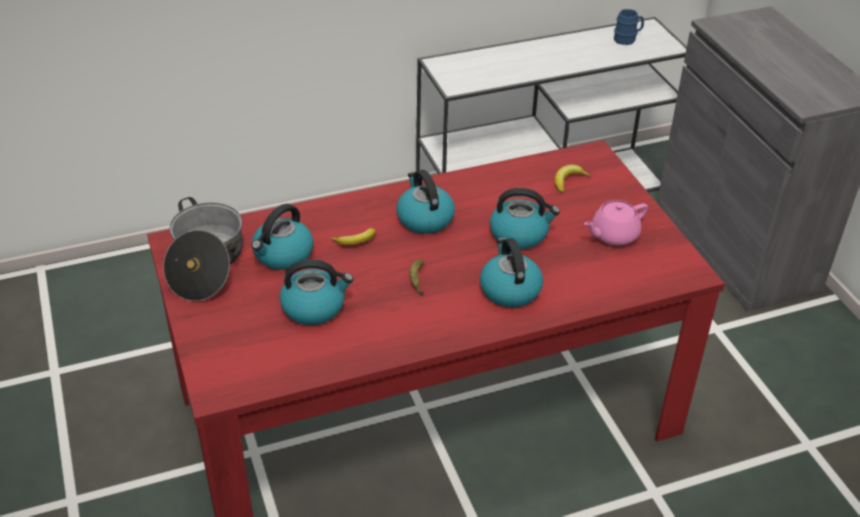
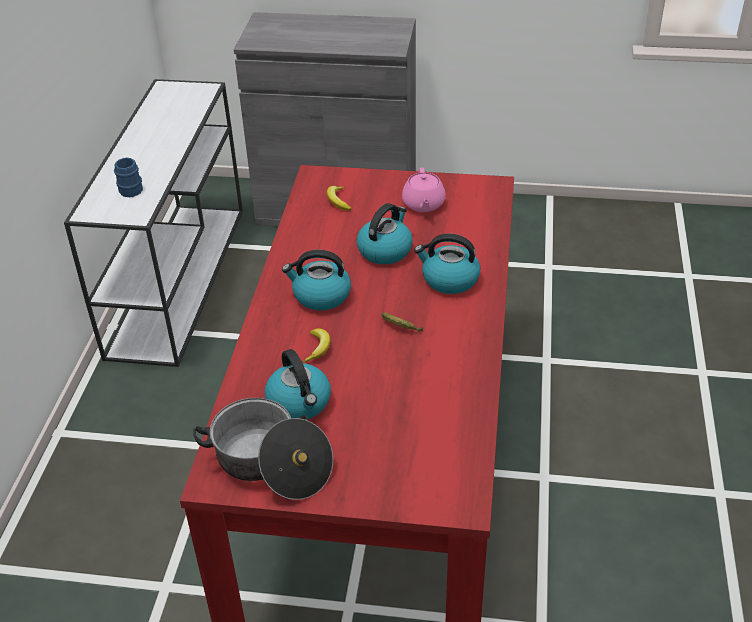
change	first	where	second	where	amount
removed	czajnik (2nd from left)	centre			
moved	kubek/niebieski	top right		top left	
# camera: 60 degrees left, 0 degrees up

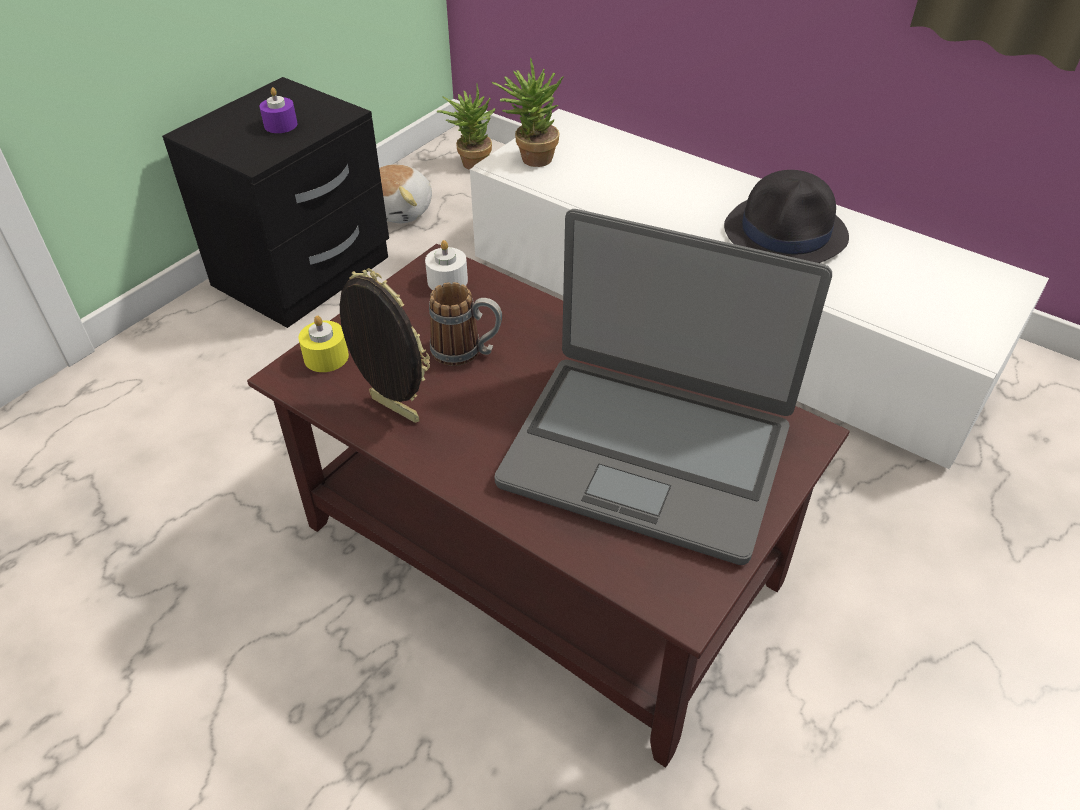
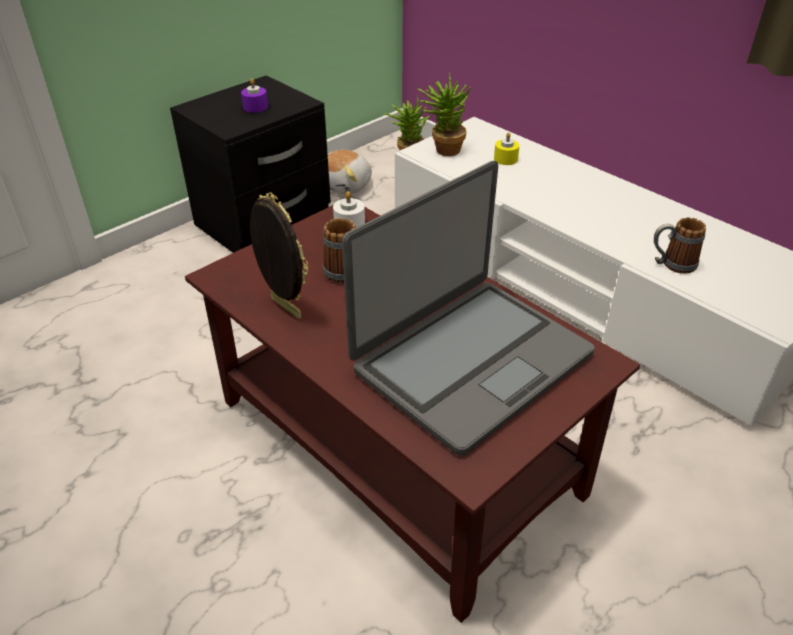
change	first	where	second	where	amount
moved	świeca/żółty	middle left		top centre	
turned	laptop	centre		centre	75 degrees counterclockwise
removed	kapelusz/czarny	top right			
added			kubek (2nd from left)	middle right	
# camera: 10 degrees right, 5 degrees down

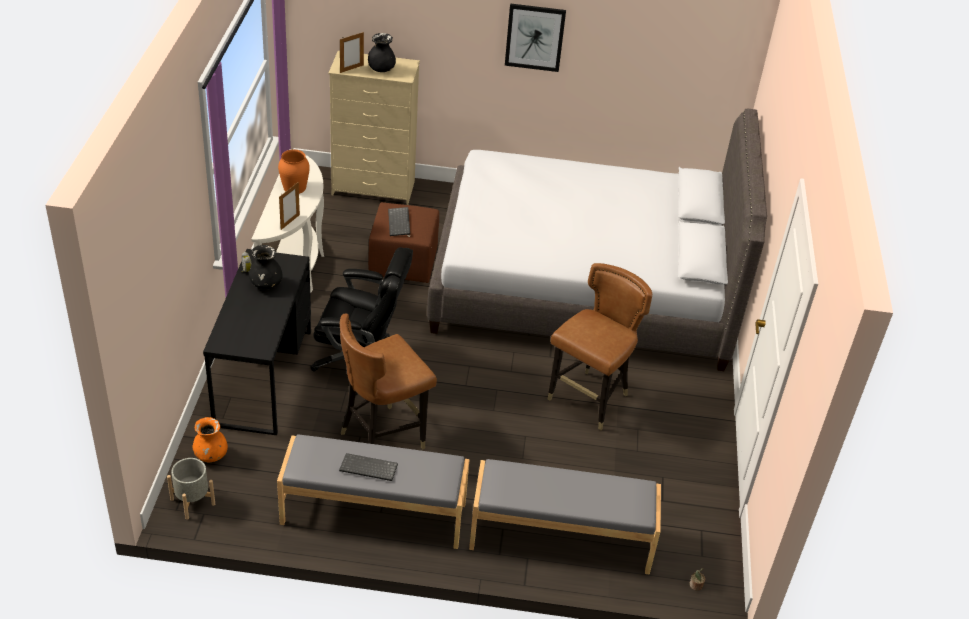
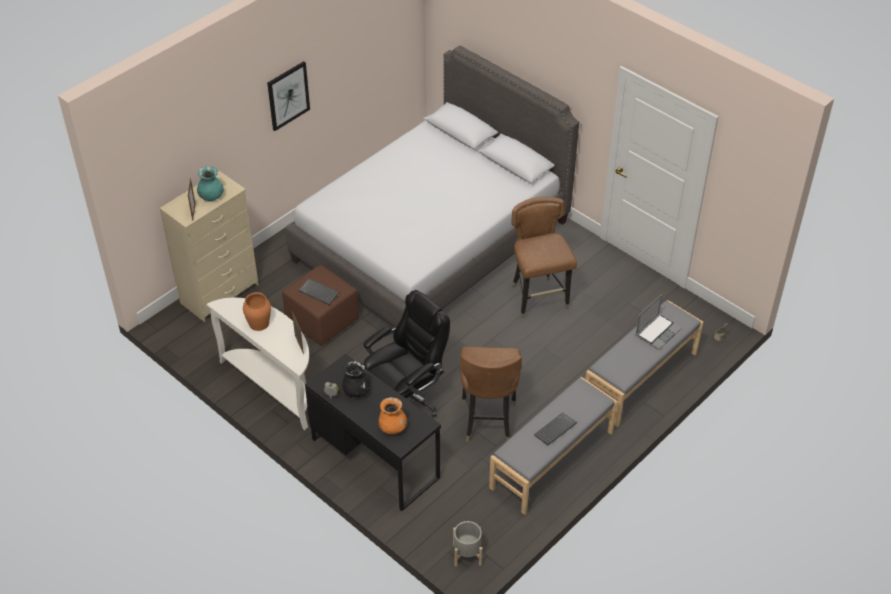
change	first	where	second	where	amount
moved	wazon/pomarańczowy (1st from left in the first image)	bottom left	wazon/pomarańczowy (2nd from left)	bottom centre	
recoloured	wazon/czarny (2nd from left)	top centre	wazon/turkusowy	top left	
added			laptop	middle right	
# camera: 50 degrees left, 5 degrees up

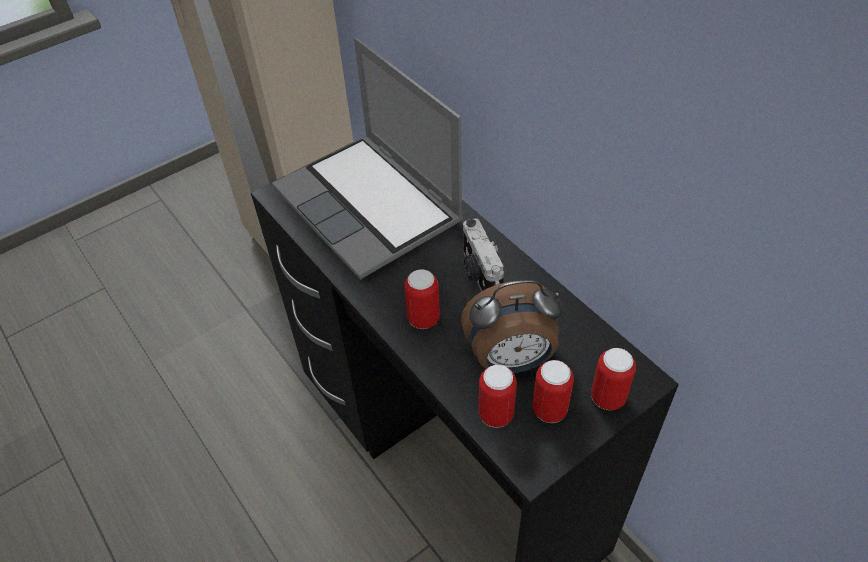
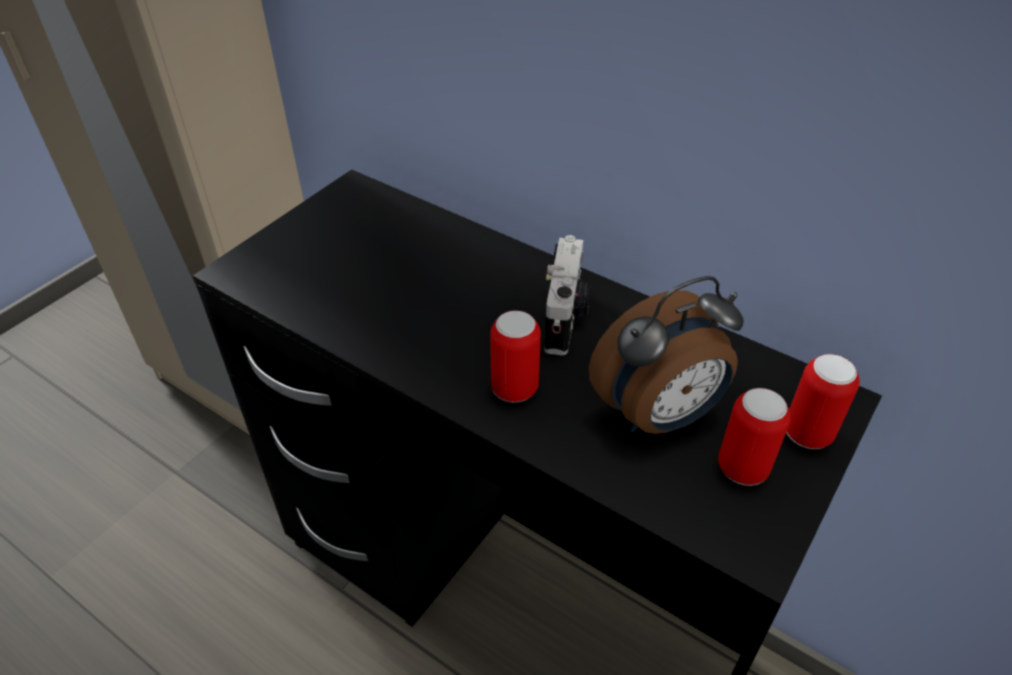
change	first	where	second	where	amount
removed	laptop	top centre			
turned	aparat fotograficzny	centre		centre	135 degrees counterclockwise
removed	puszka (2nd from left)	bottom centre			
# camera: 20 degrees left, 5 degrees down

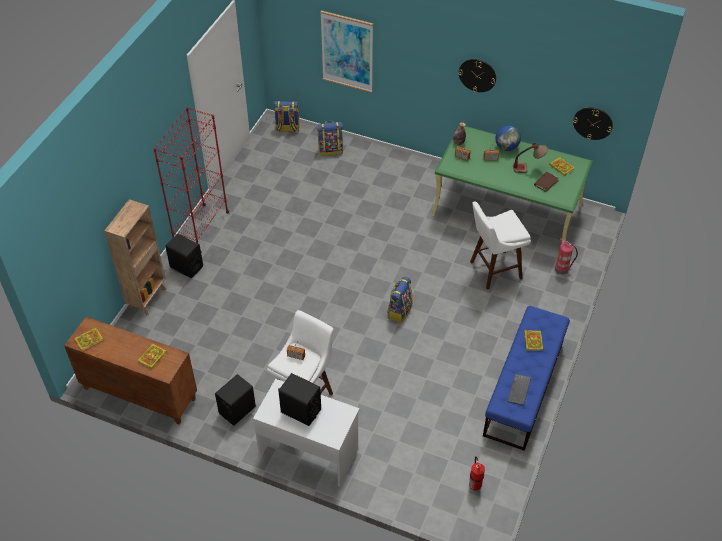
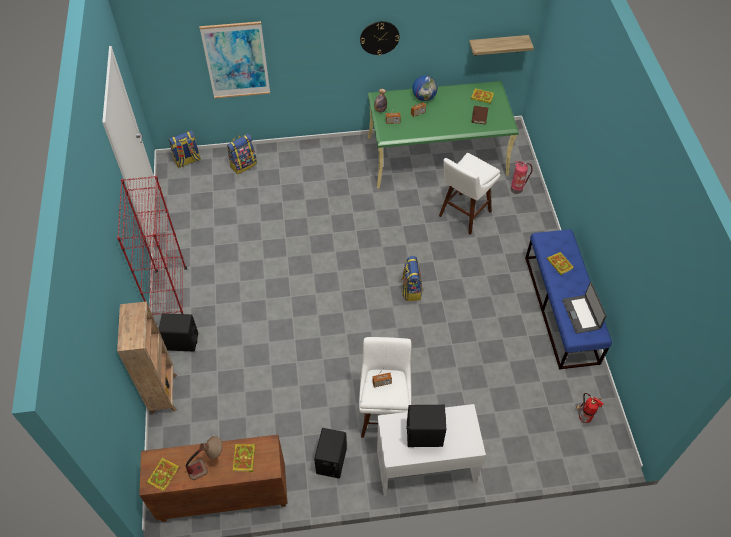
change	first	where	second	where	amount
replaced	klawiatura	bottom right	laptop	middle right	
moved	lampa stołowa	top right		bottom left	
replaced	zegar ścienny (2nd from left)	top right	półka	top right	
# camera: 30 degrees left, 5 degrees up

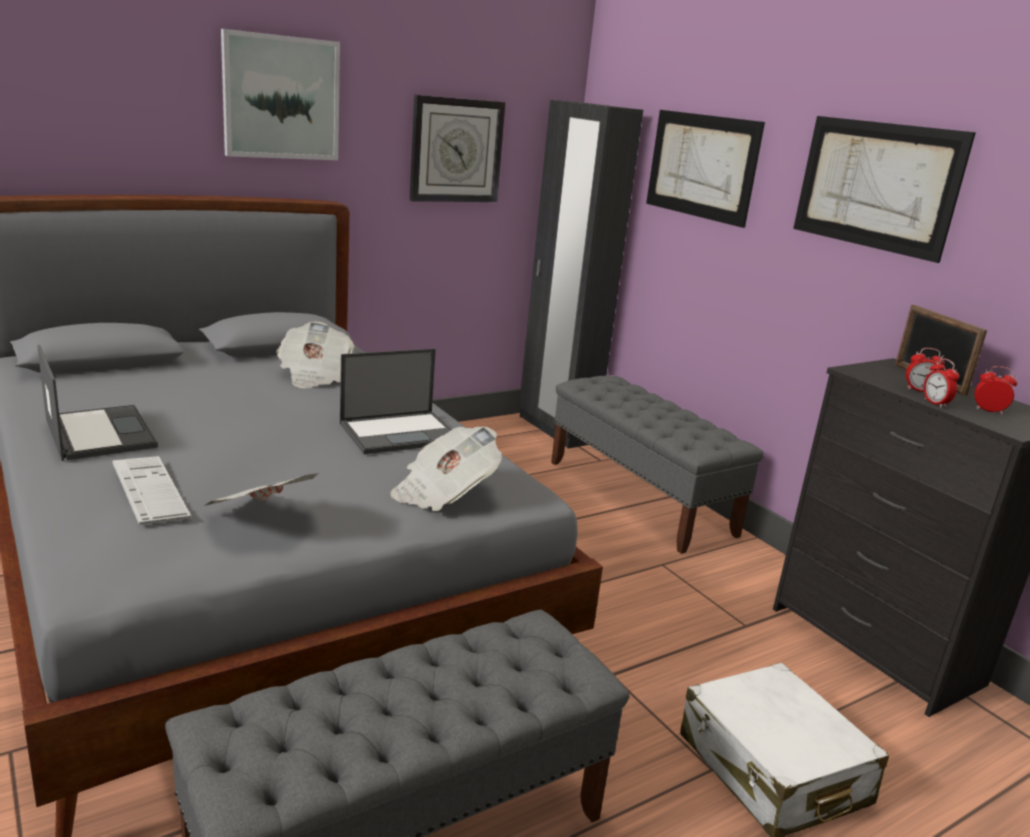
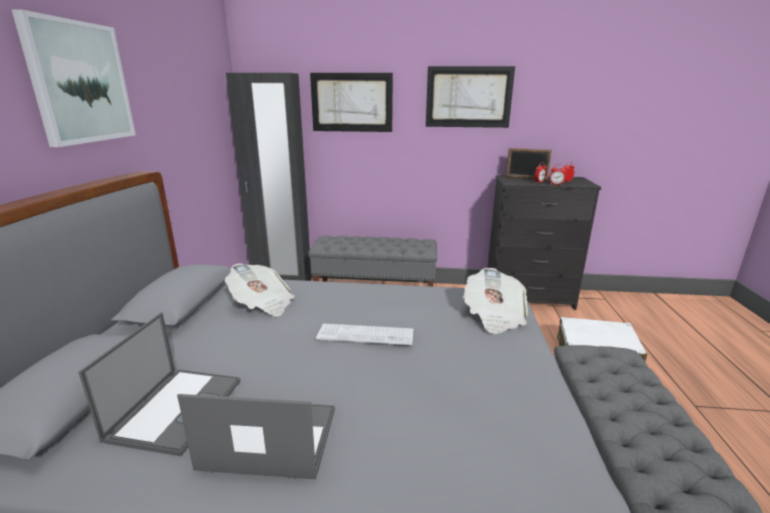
change	first	where	second	where	amount
moved	klawiatura	middle left		centre	
removed	gazeta (1st from left)	middle left			
moved	laptop (2nd from left in the first image)	centre	laptop (1st from left)	bottom left	
removed	zegar ścienny	top centre			
# camera: 50 degrees left, 0 degrees up

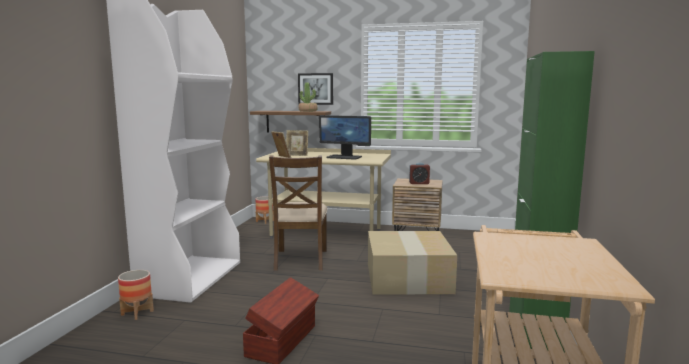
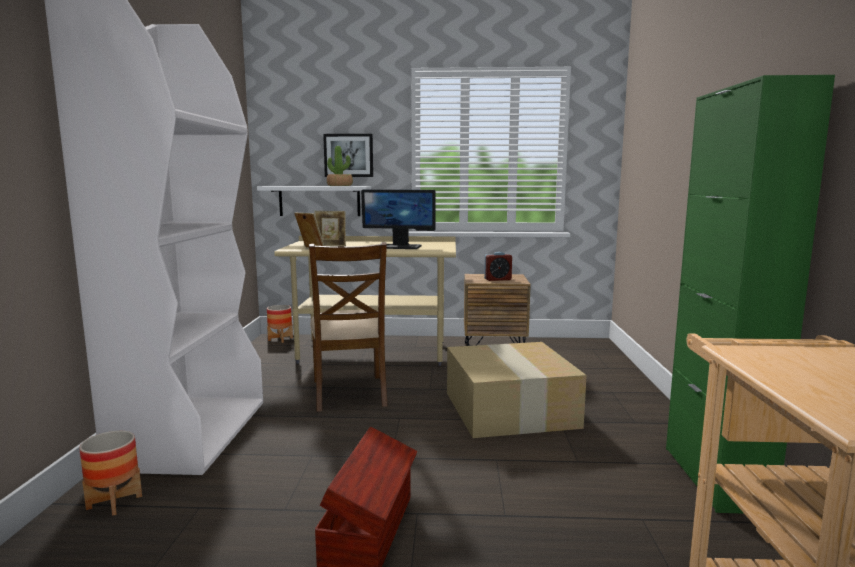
change	first	where	second	where	amount
recoloured	półka/brązowy	top centre	półka/biały	centre	
# camera: 10 degrees left, 0 degrees up

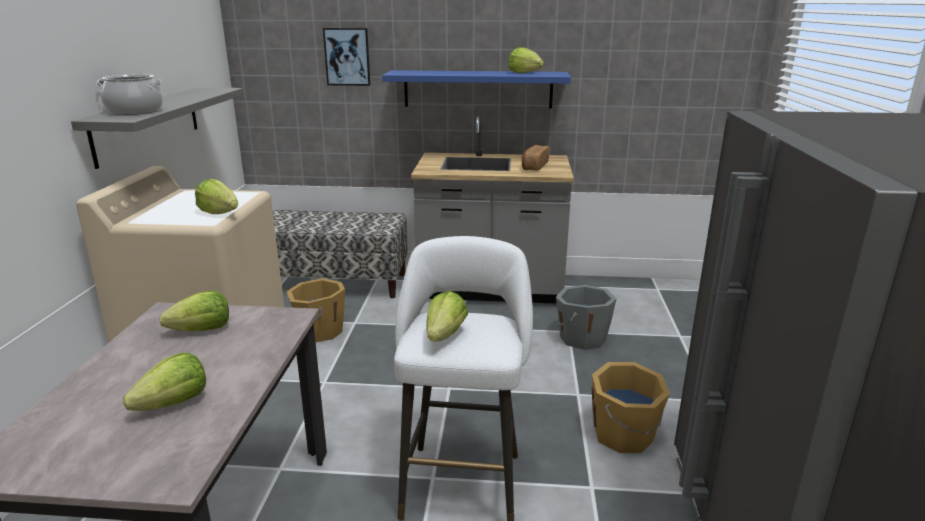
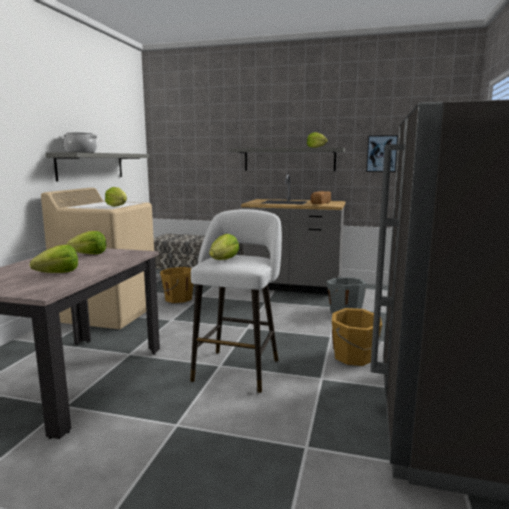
change	first	where	second	where	amount
moved	obraz	top centre		top right	
recoloured	półka/niebieski	top centre	półka/szary (2nd from left)	top centre	
# camera: 10 degrees right, 10 degrees down

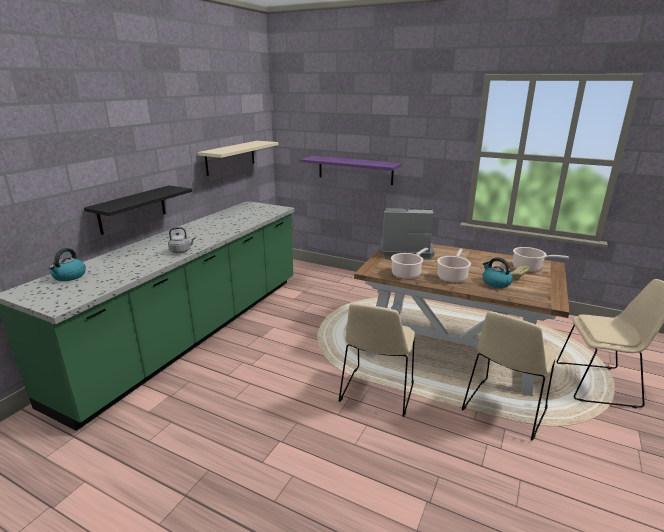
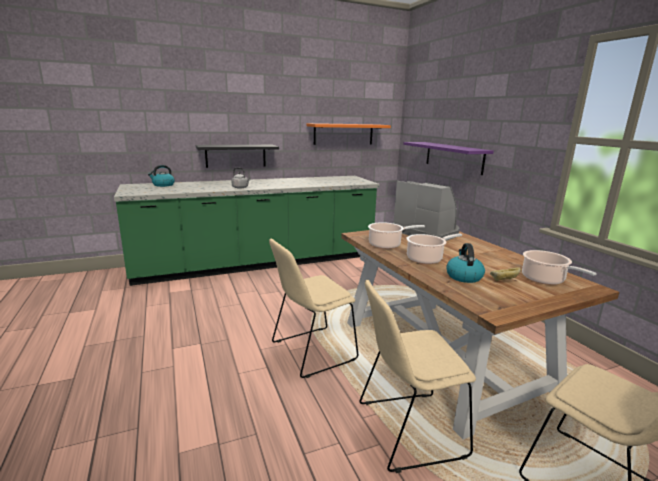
change	first	where	second	where	amount
recoloured	półka/beżowy	top centre	półka/pomarańczowy	top centre	
# camera: 40 degrees right, 5 degrees down

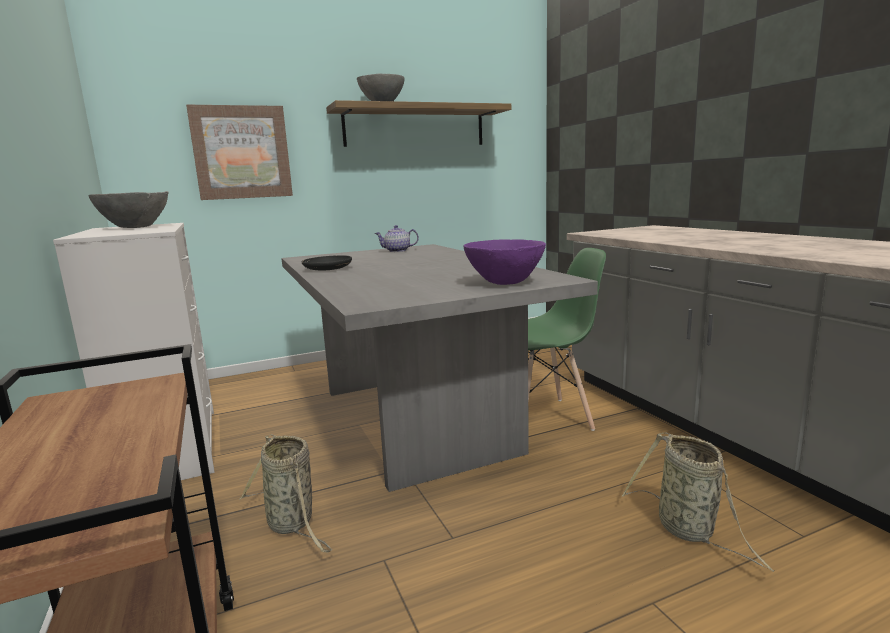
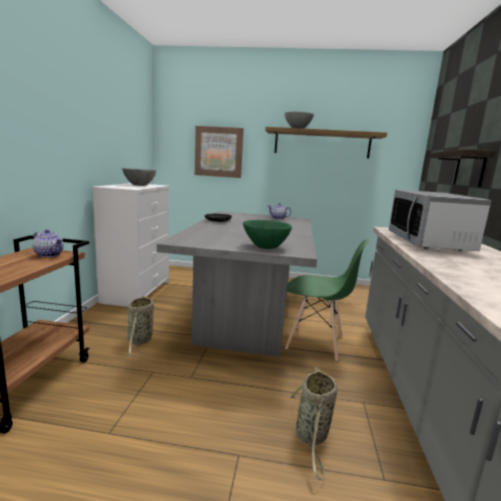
change	first	where	second	where	amount
recoloured	miska/fioletowy	centre	miska/zielony	centre	
added			imbryk (1st from left)	middle left	
added			mikrofalówka	middle right	
added			półka (2nd from left)	middle right	
# camera: 30 degrees right, 0 degrees up

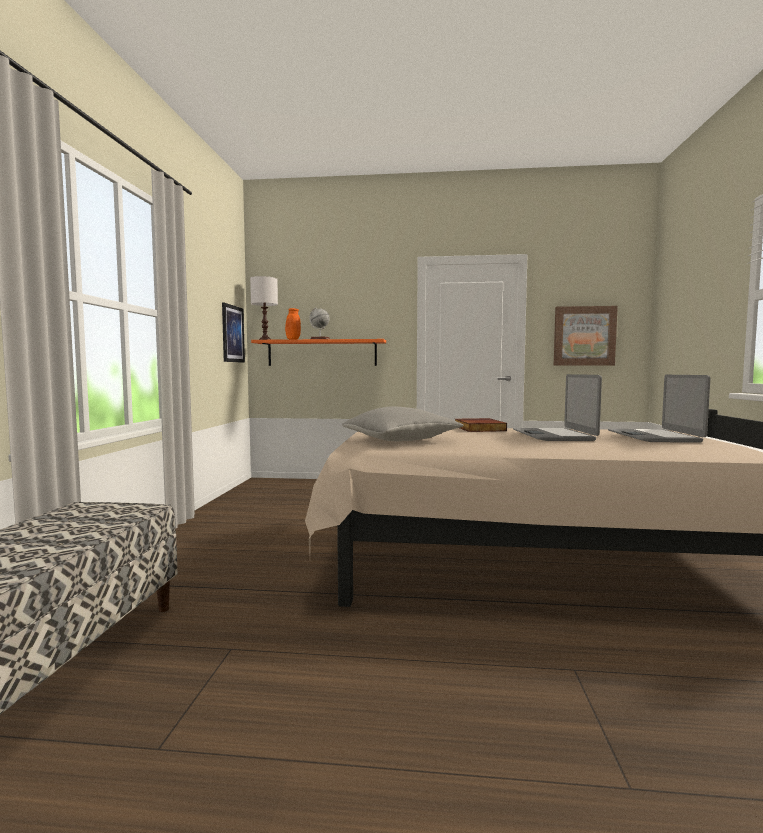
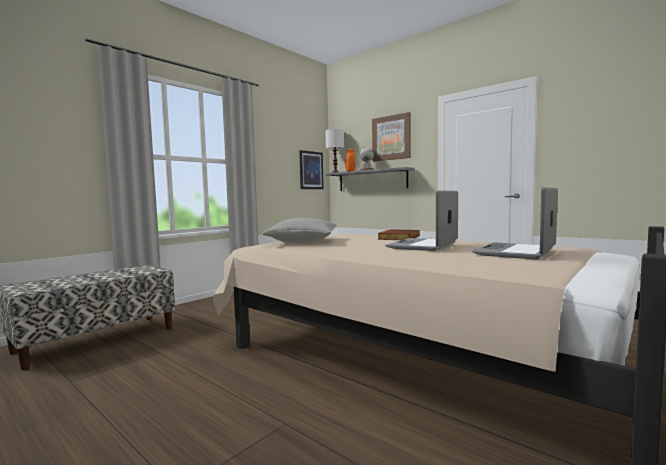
change	first	where	second	where	amount
recoloured	półka/pomarańczowy	centre	półka/szary	centre	
moved	obraz (2nd from left)	middle right		top centre	
# camera: 35 degrees right, 0 degrees up

